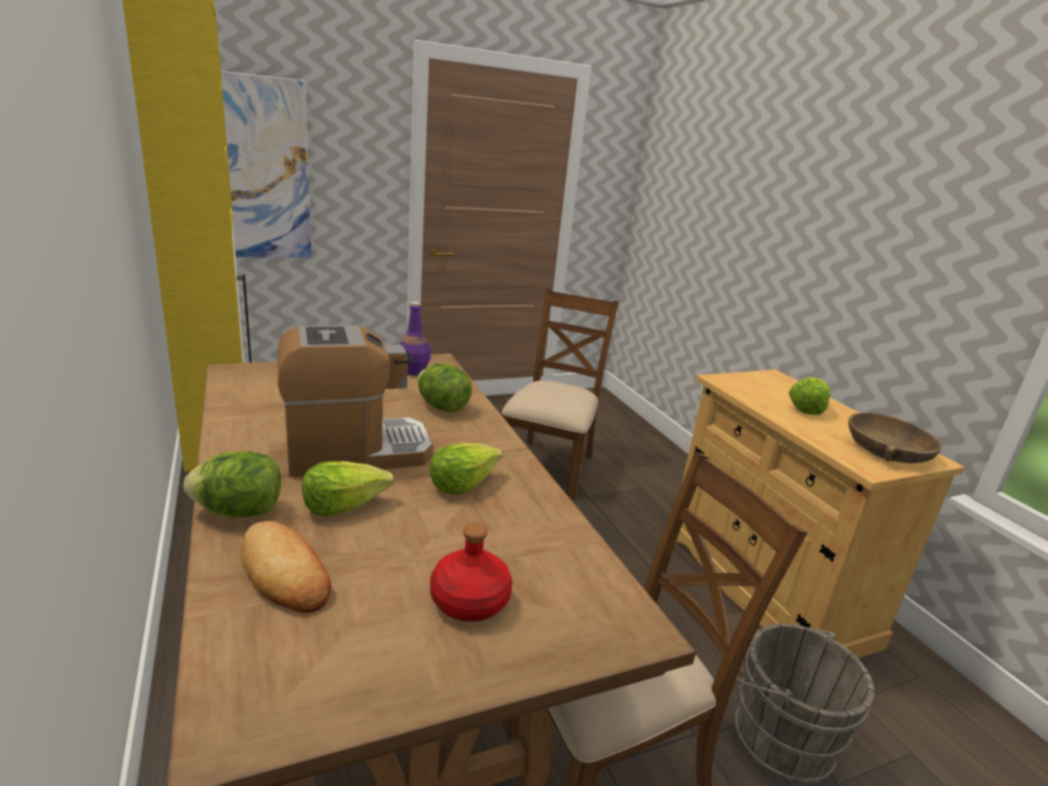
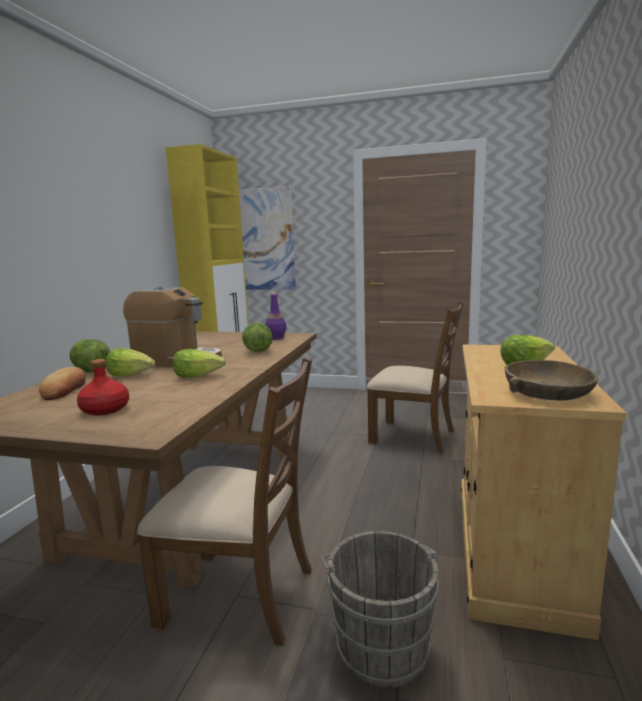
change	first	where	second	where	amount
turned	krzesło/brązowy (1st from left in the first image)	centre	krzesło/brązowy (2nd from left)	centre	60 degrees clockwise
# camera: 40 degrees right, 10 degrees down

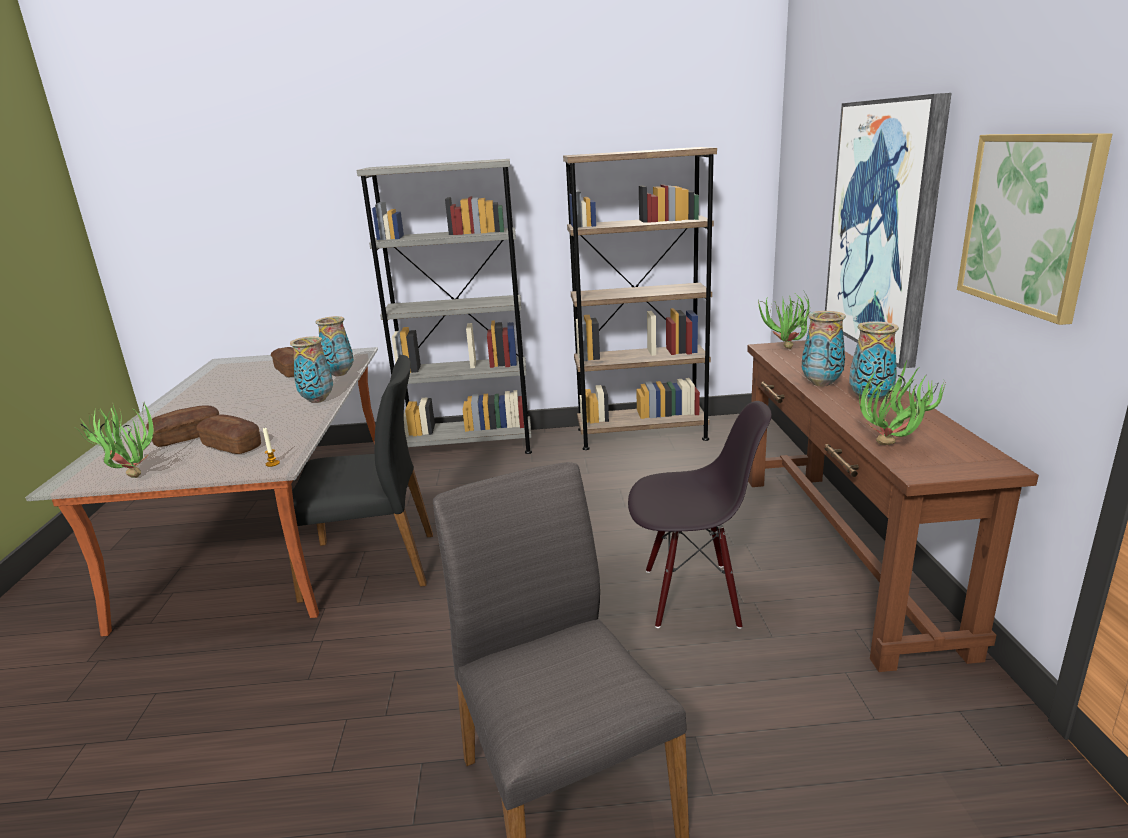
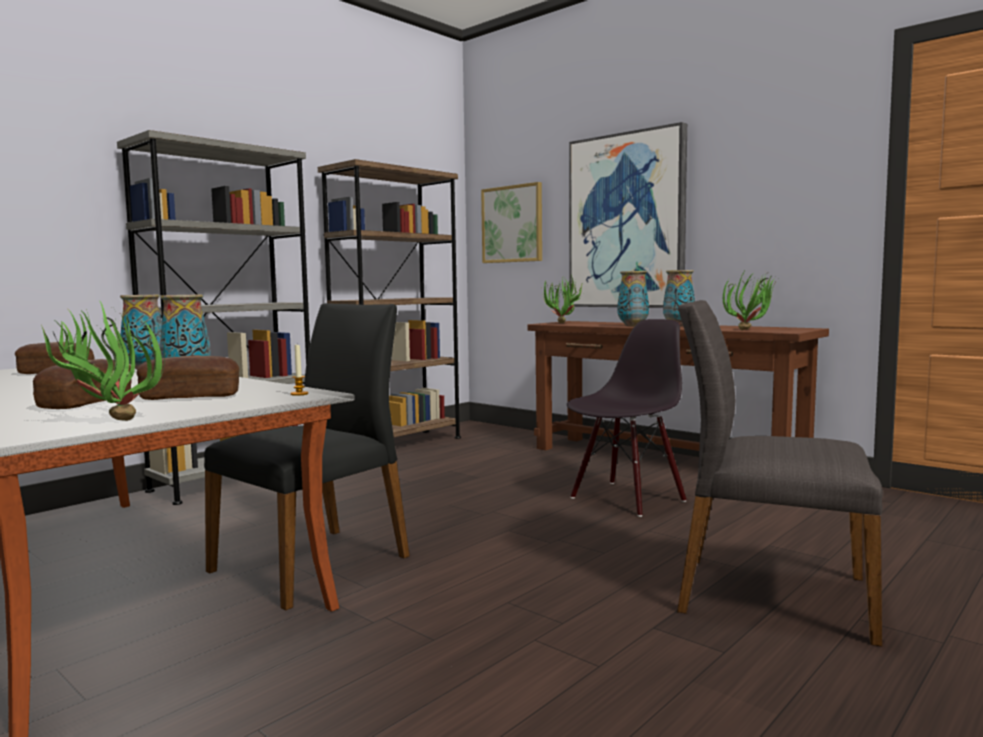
change	first	where	second	where	amount
moved	obraz (2nd from left in the first image)	top right	obraz (1st from left)	top centre	
# camera: 45 degrees left, 15 degrees down

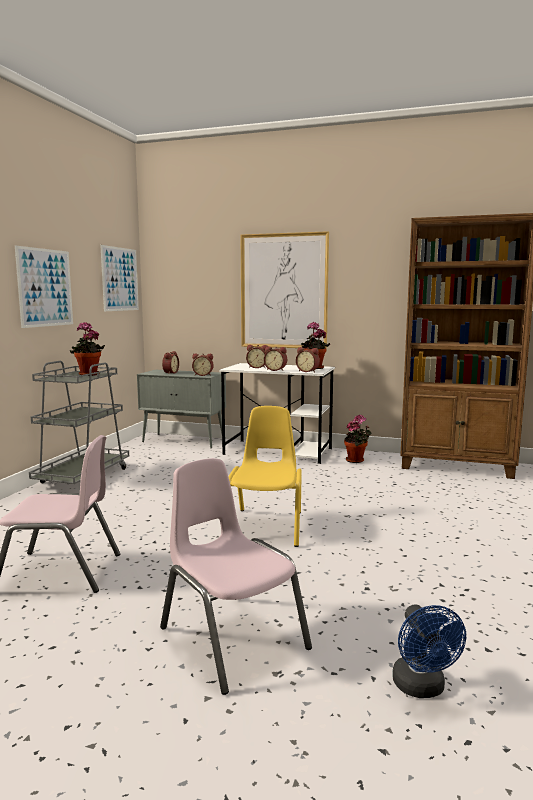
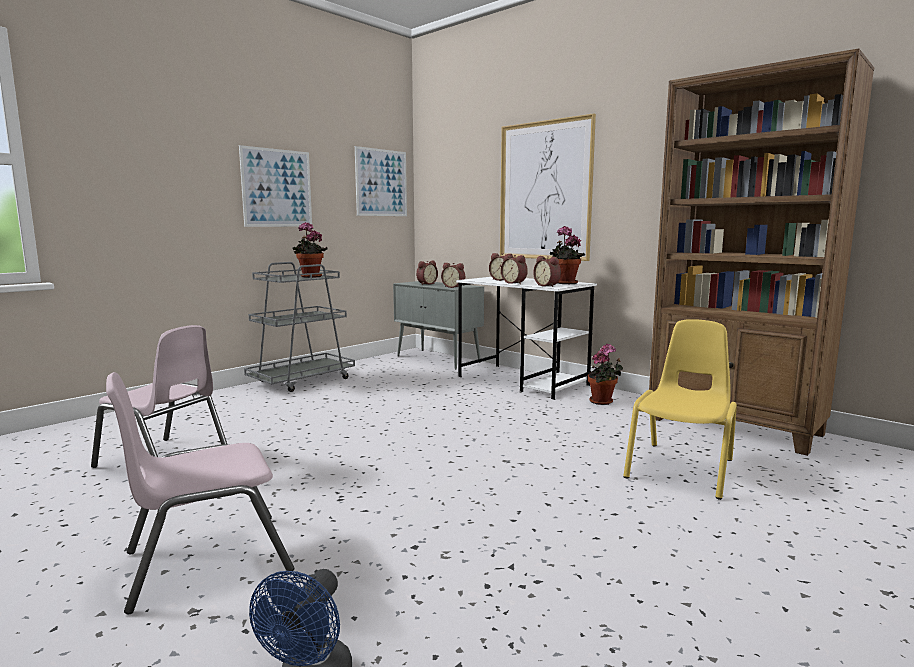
change	first	where	second	where	amount
turned	krzesło/różowy (2nd from left)	bottom centre		bottom left	105 degrees counterclockwise
moved	krzesło/żółty	centre		middle right	
# camera: 25 degrees right, 0 degrees up

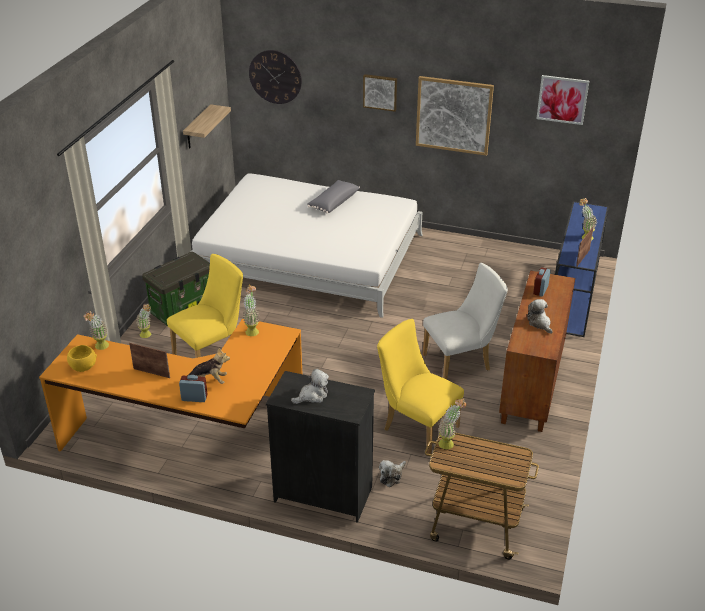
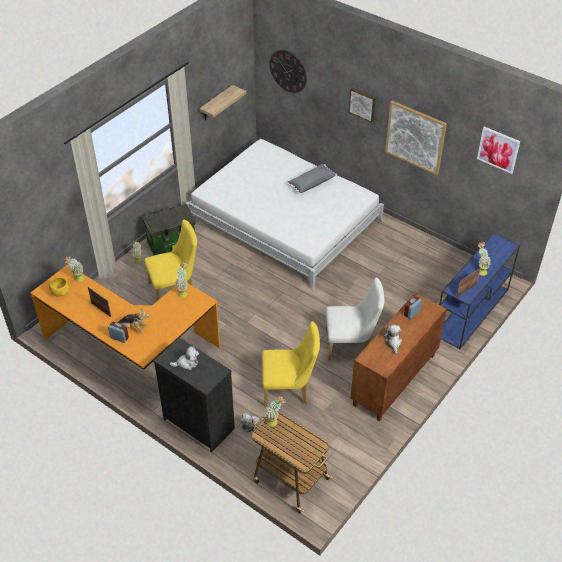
change	first	where	second	where	amount
turned	krzesło/żółty (2nd from left)	centre		centre	120 degrees clockwise
# camera: 20 degrees right, 10 degrees up

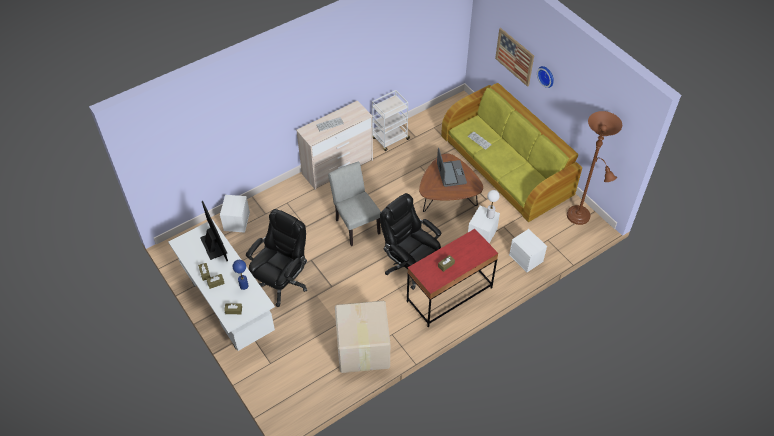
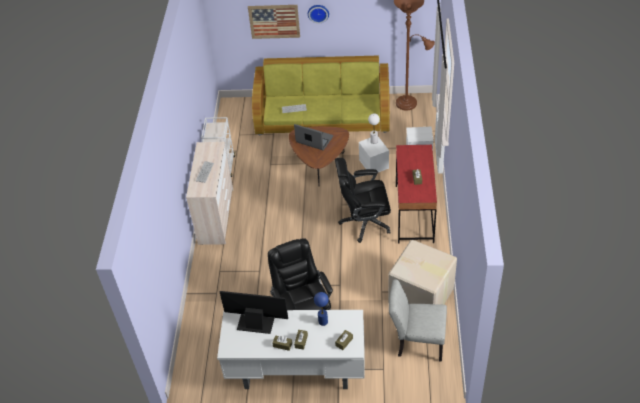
change	first	where	second	where	amount
removed	pojemnik do przechowywania/biały (1st from left)	middle left			
moved	krzesło/szary	centre		bottom centre	
# camera: 50 degrees left, 5 degrees down

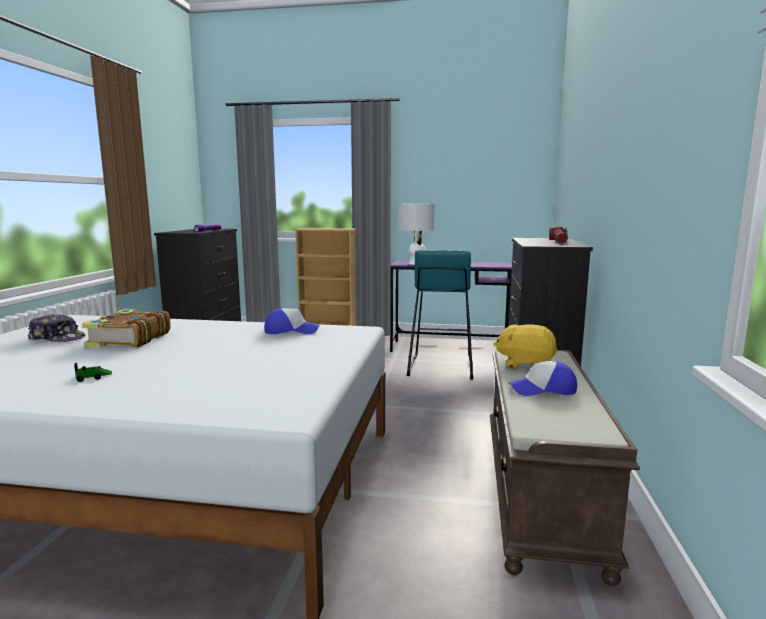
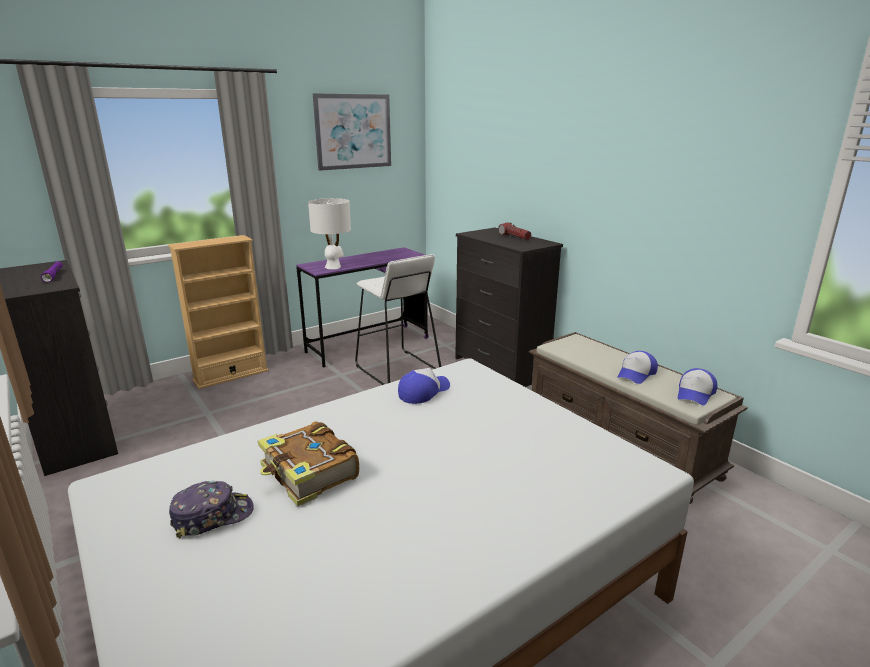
change	first	where	second	where	amount
removed	samochodzik	middle left			
recoloured	stołek/turkusowy	centre	stołek/biały	centre	
removed	pluszak/żółty	middle right			
added			obraz	top centre	
added			czapka z daszkiem (4th from left)	middle right	
# camera: 45 degrees left, 10 degrees up

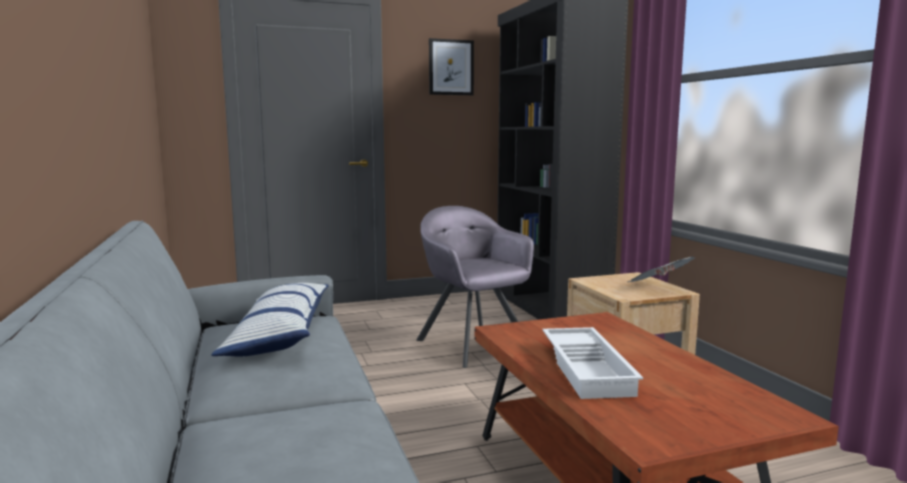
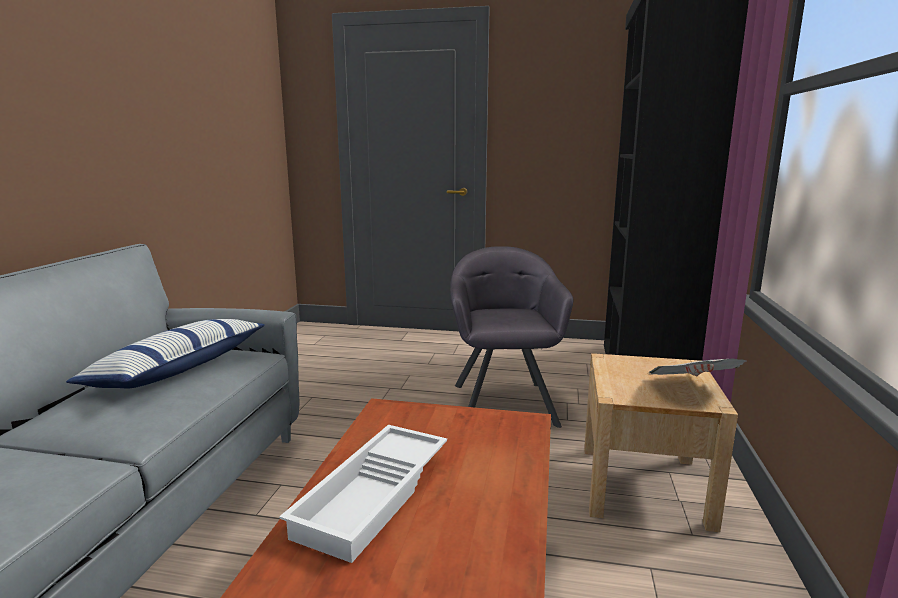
change	first	where	second	where	amount
removed	obraz	top centre			
# camera: 30 degrees right, 5 degrees up

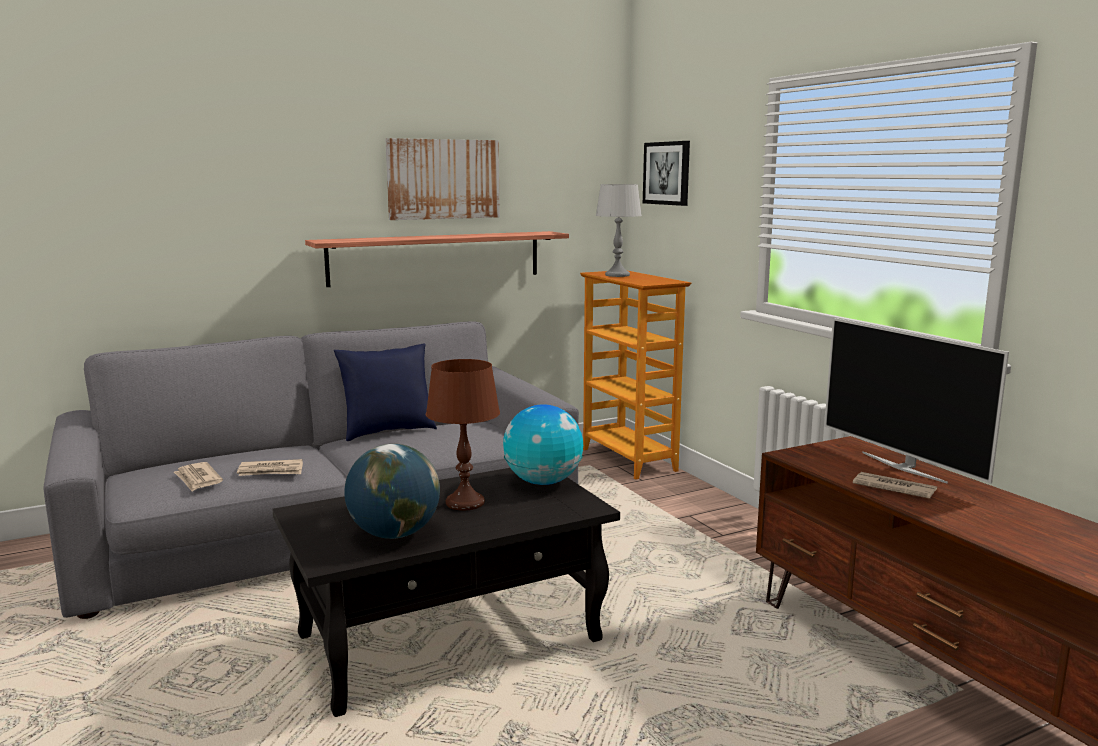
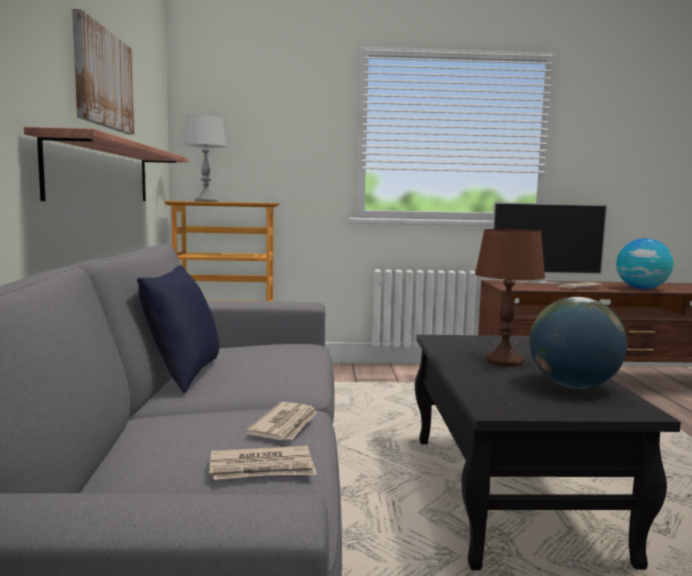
change	first	where	second	where	amount
moved	globus (2nd from left)	centre		middle right	
removed	obraz (2nd from left)	top centre			
# camera: 65 degrees left, 5 degrees down

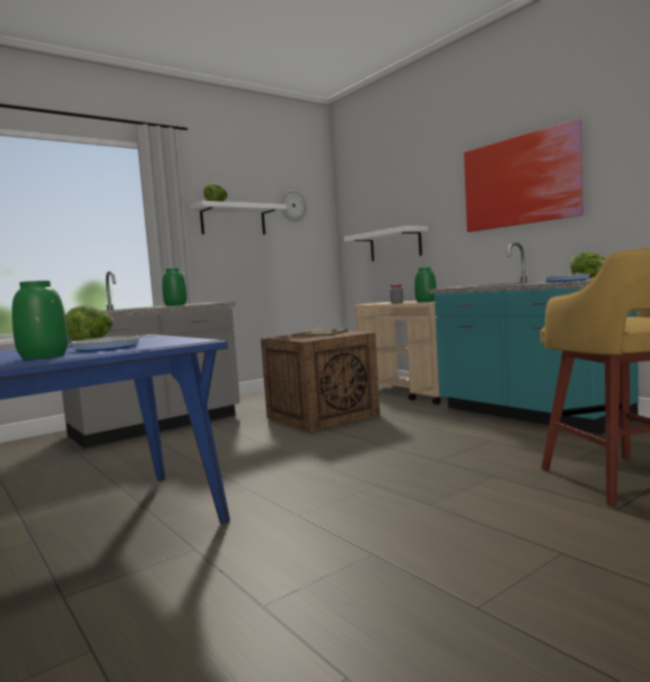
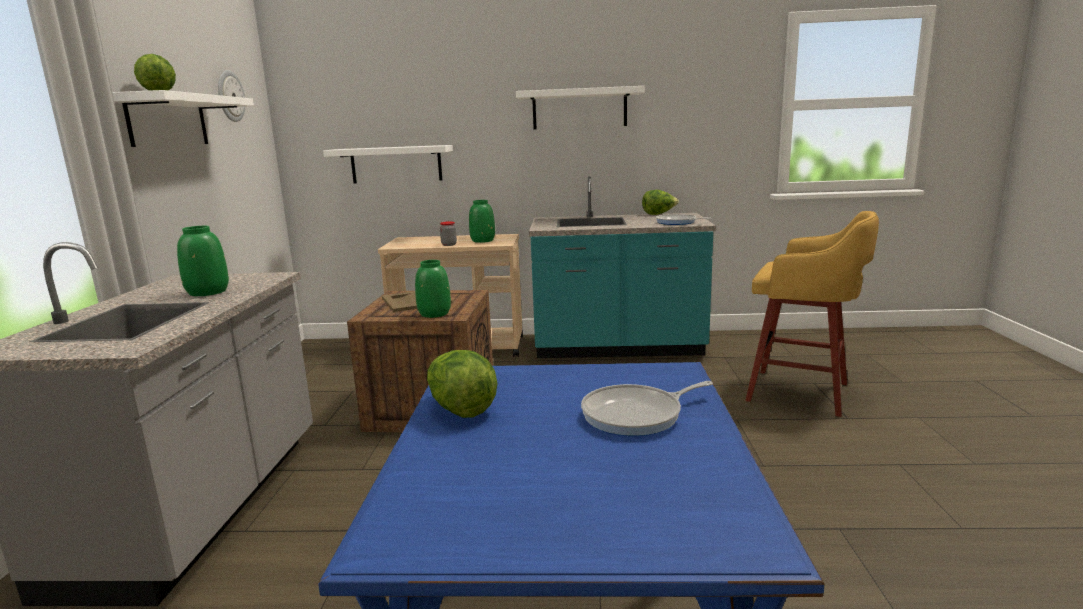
change	first	where	second	where	amount
moved	wazon/zielony (1st from left in the first image)	middle left	wazon/zielony (2nd from left)	centre	
replaced	obraz	top right	półka/biały (3rd from left)	top centre	
# camera: 50 degrees left, 10 degrees up

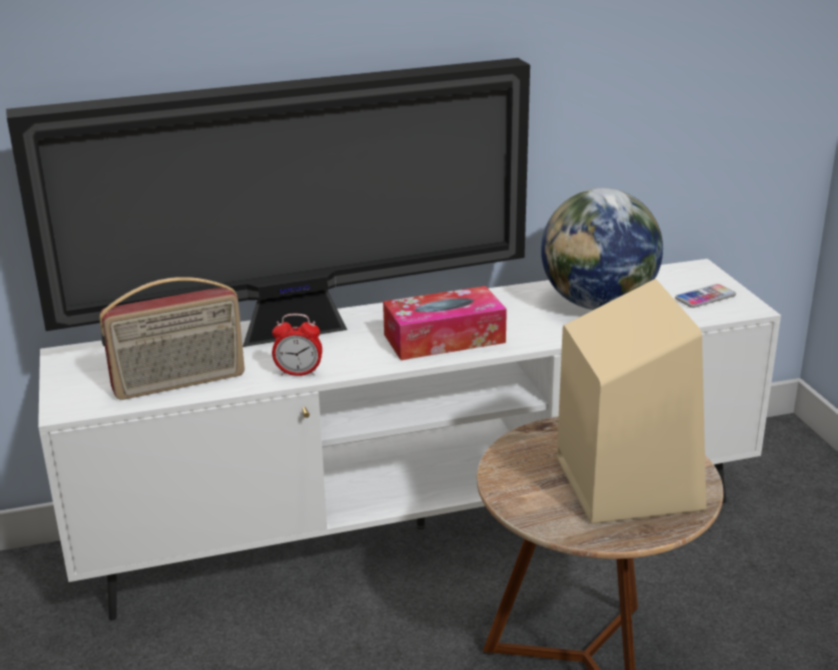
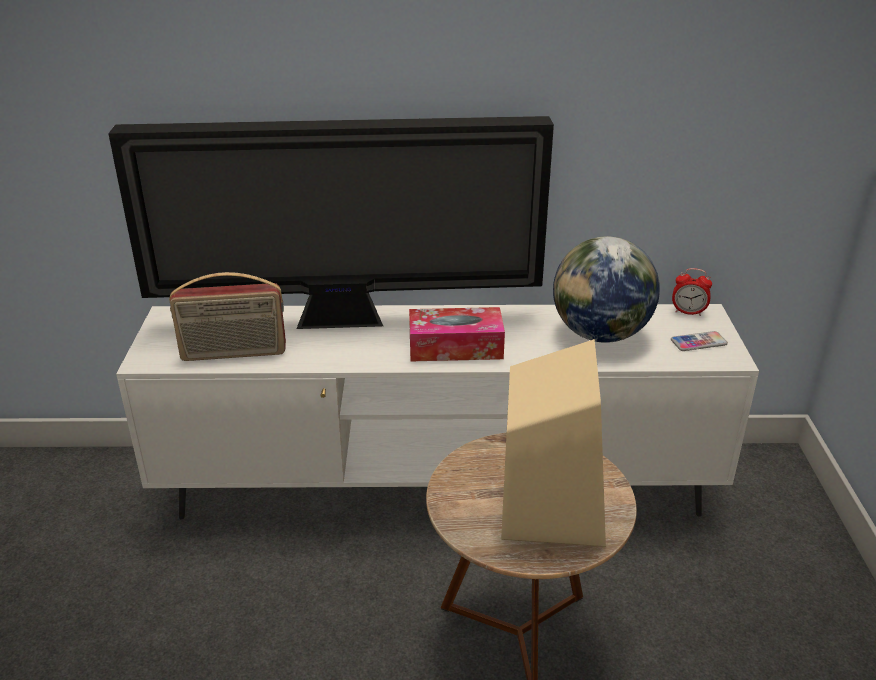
change	first	where	second	where	amount
moved	budzik	centre		middle right	
# camera: 15 degrees right, 5 degrees up

